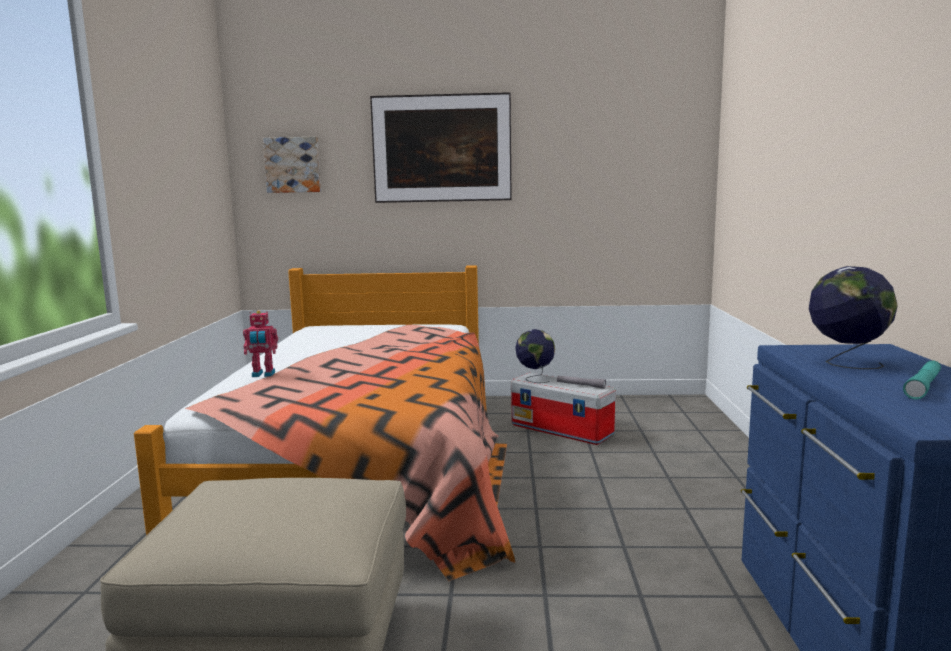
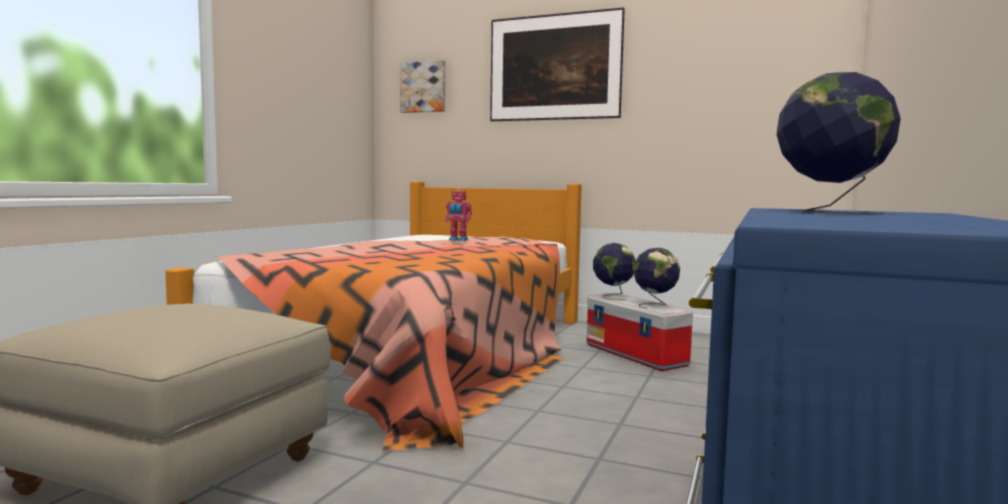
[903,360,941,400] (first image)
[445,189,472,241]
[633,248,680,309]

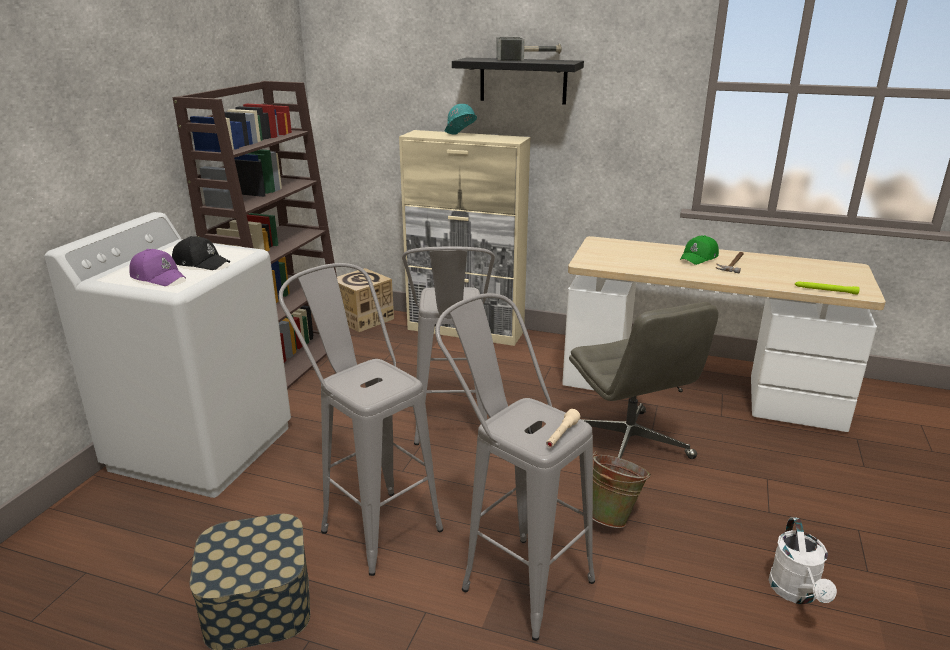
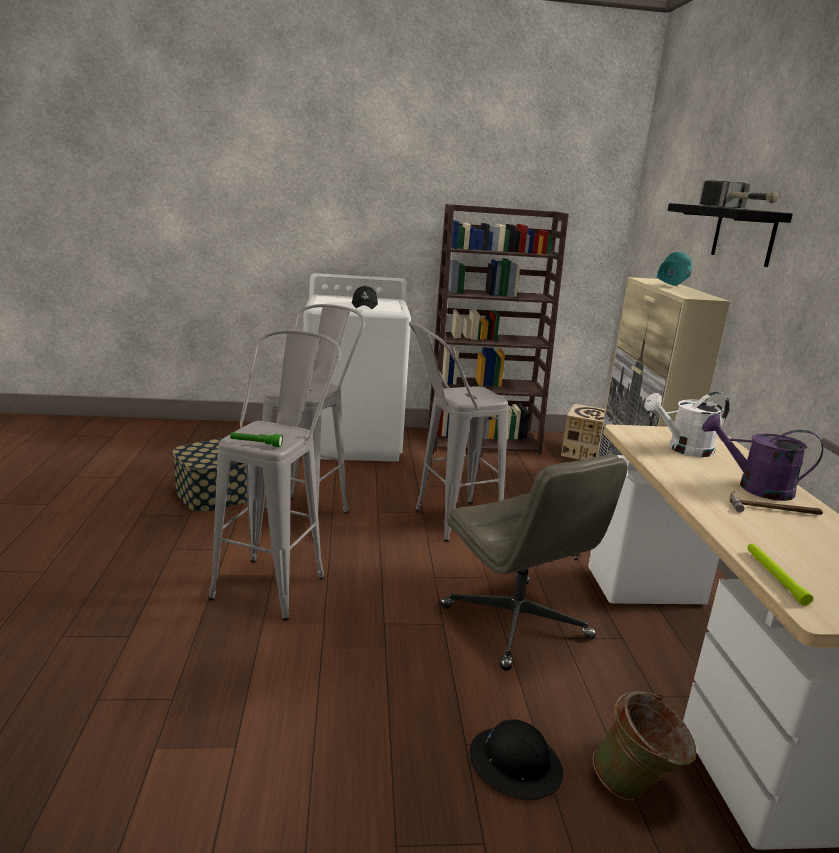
[129,249,186,286] (first image)
[470,719,564,800]
[593,691,696,800]
[644,392,730,457]
[702,414,823,501]
[230,432,283,447]
[440,454,628,671]

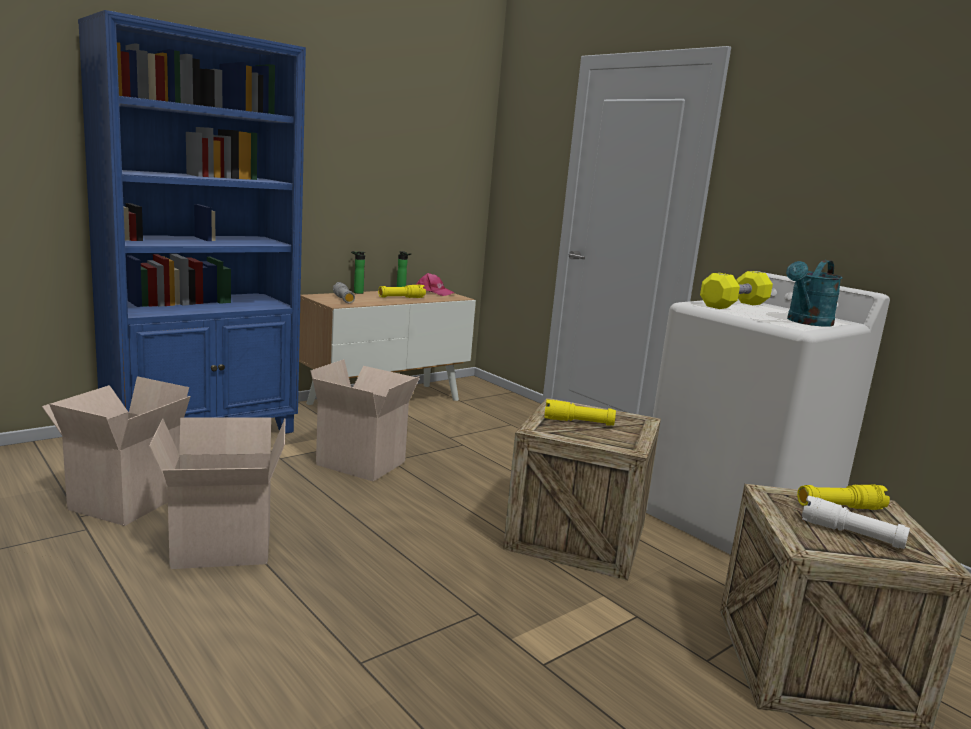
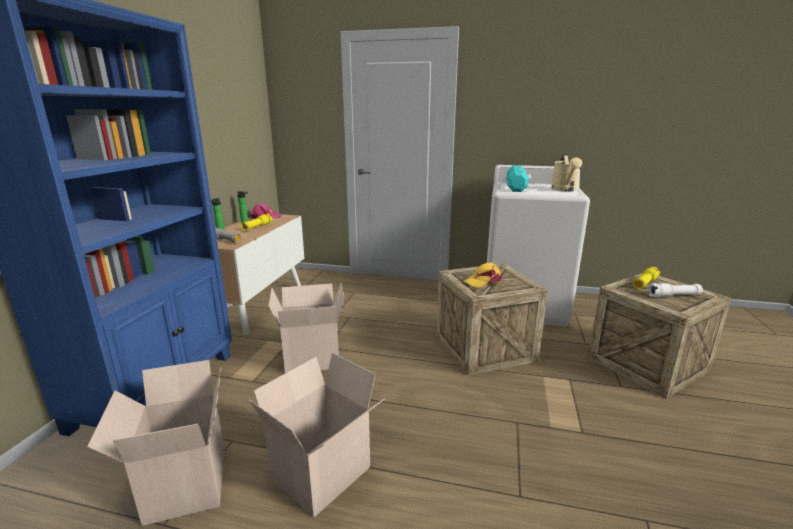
[464,262,501,288]
[506,165,529,192]
[551,154,582,192]

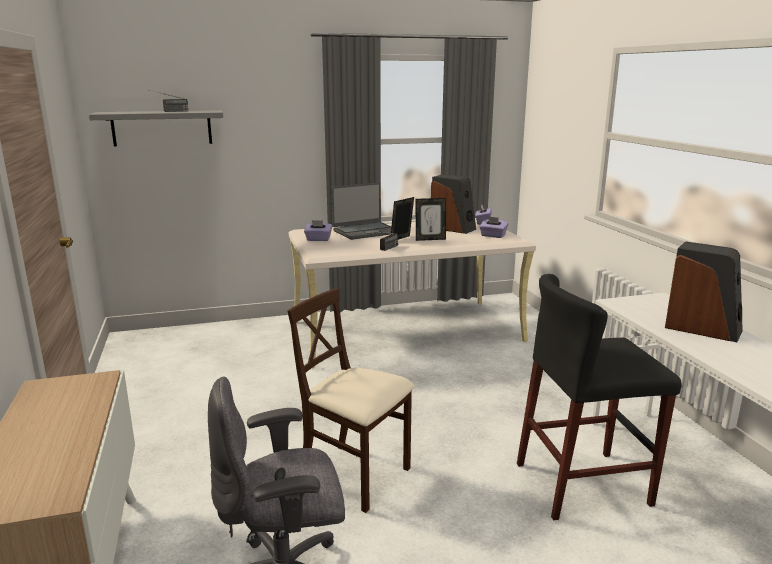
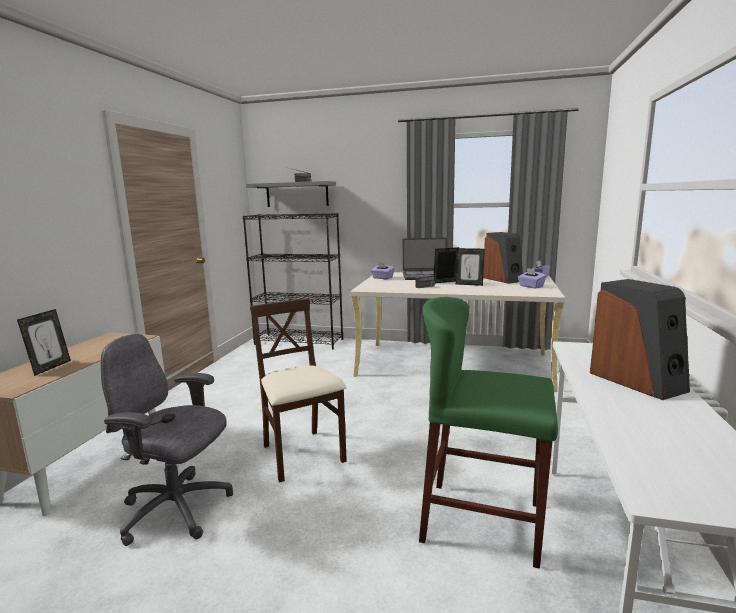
[17,309,71,376]
[243,213,343,349]
[419,297,558,569]

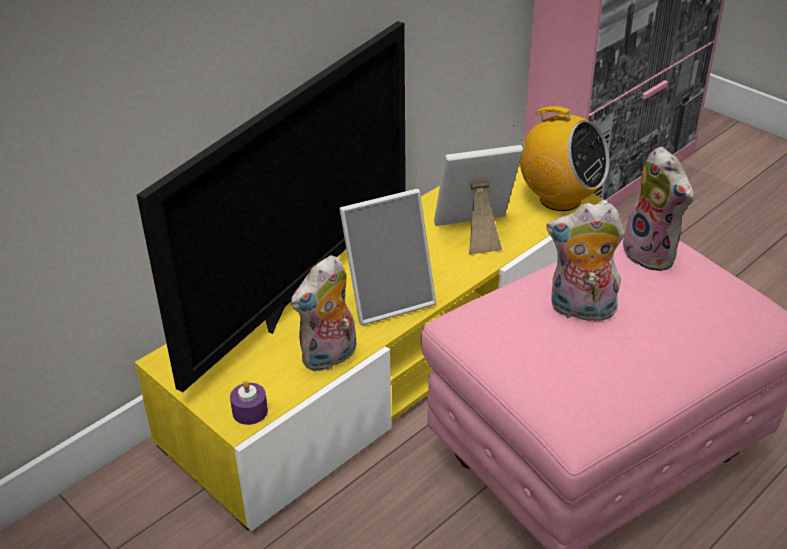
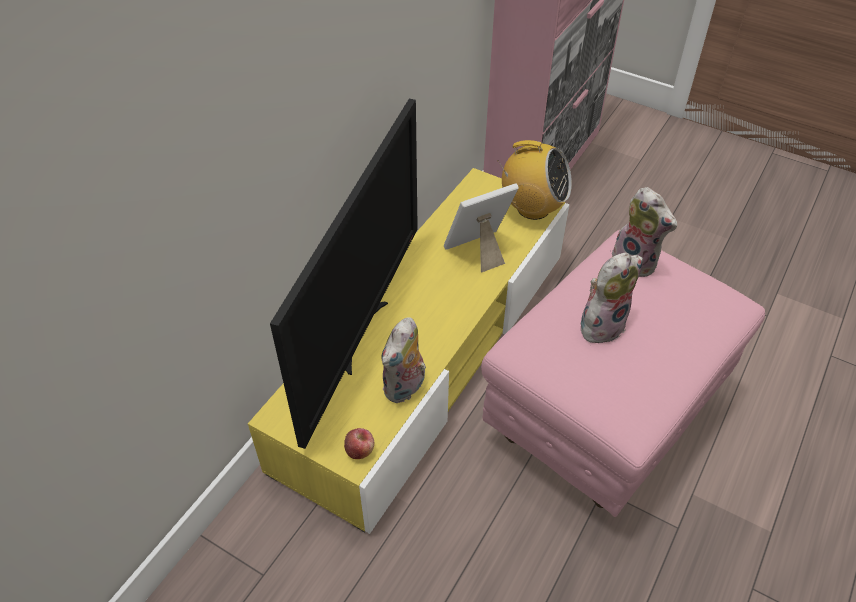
[339,189,436,325] (first image)
[344,428,374,459]
[581,252,643,343]

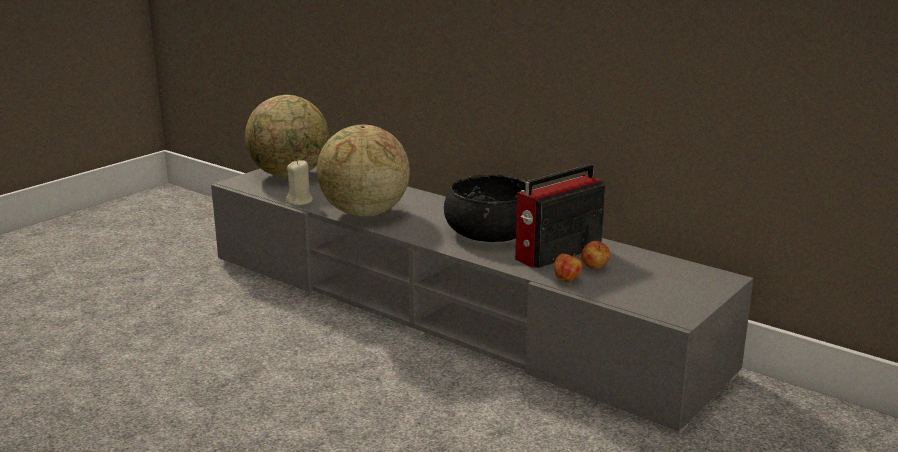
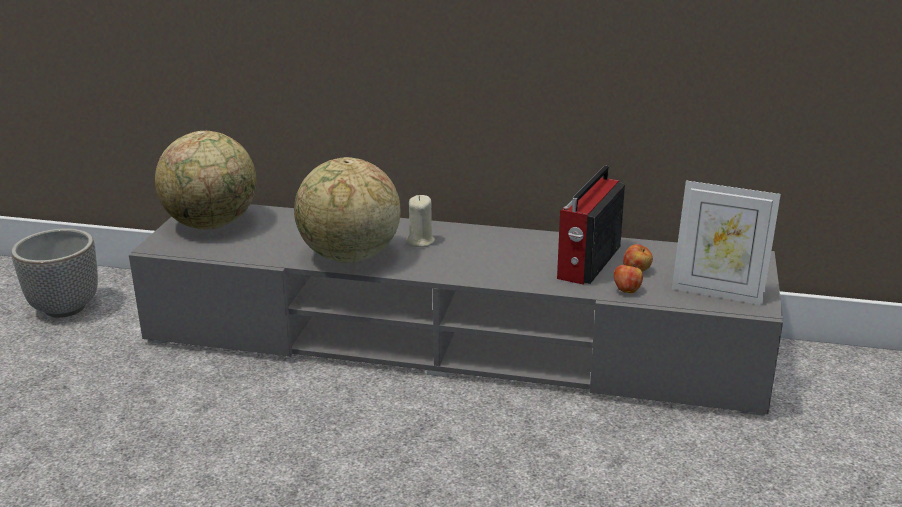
[444,175,534,242] (first image)
[11,228,98,318]
[672,181,781,305]
[406,195,435,247]

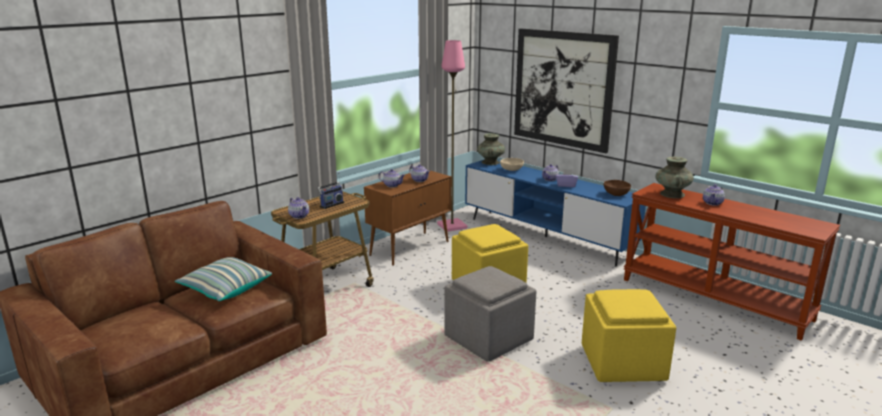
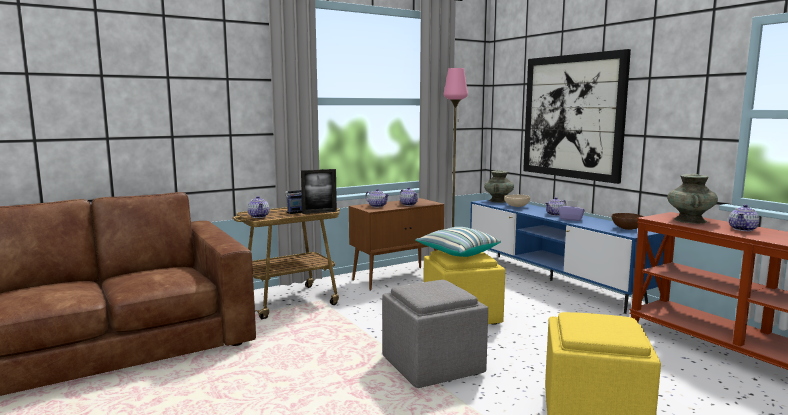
[301,169,337,214]
[415,227,501,257]

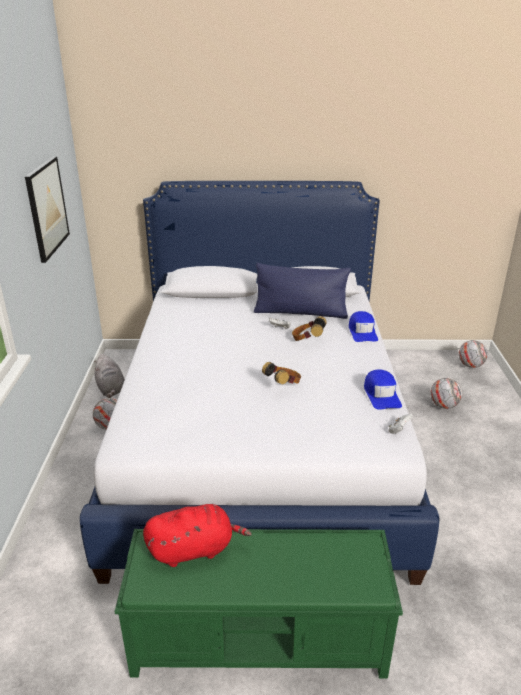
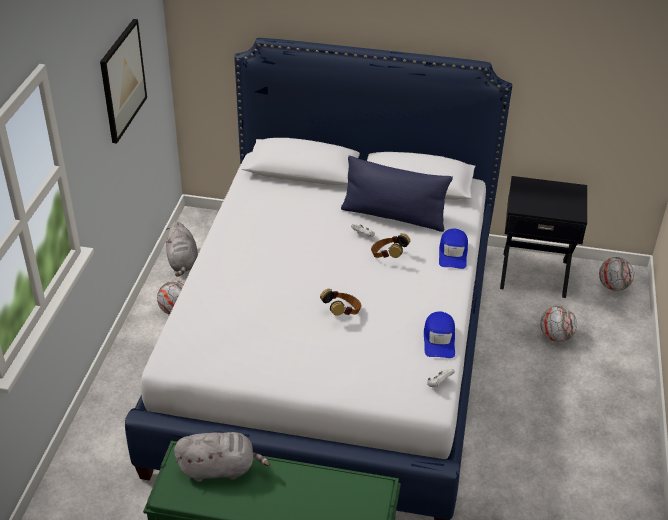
[500,176,587,298]
[174,432,270,482]

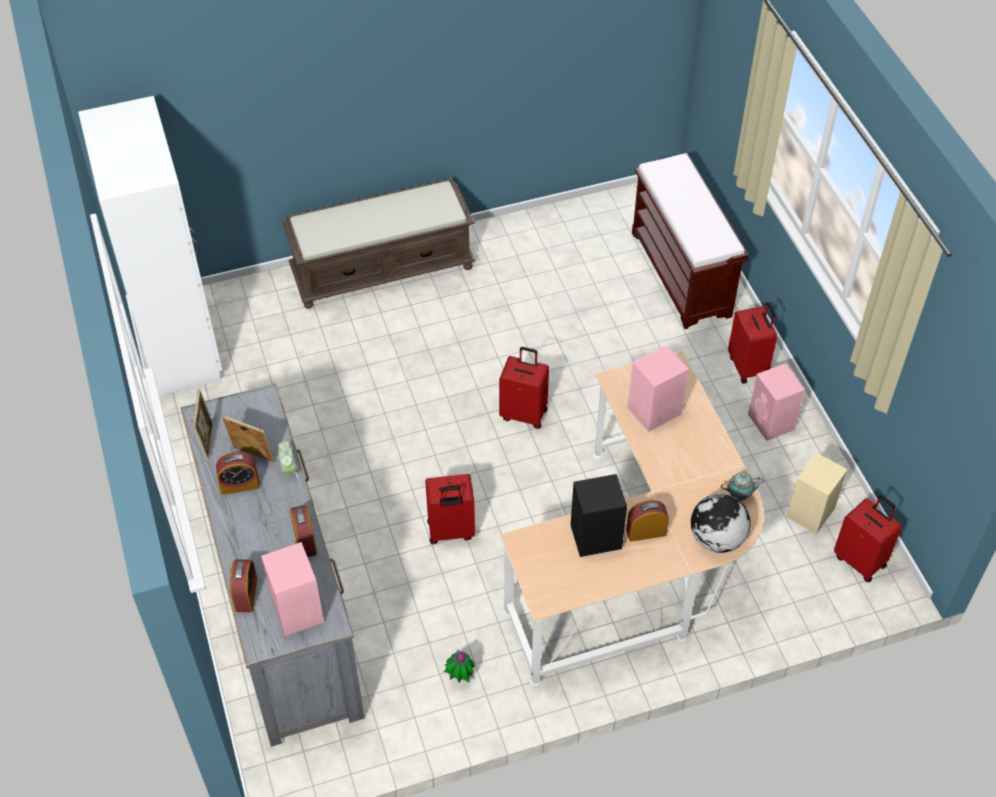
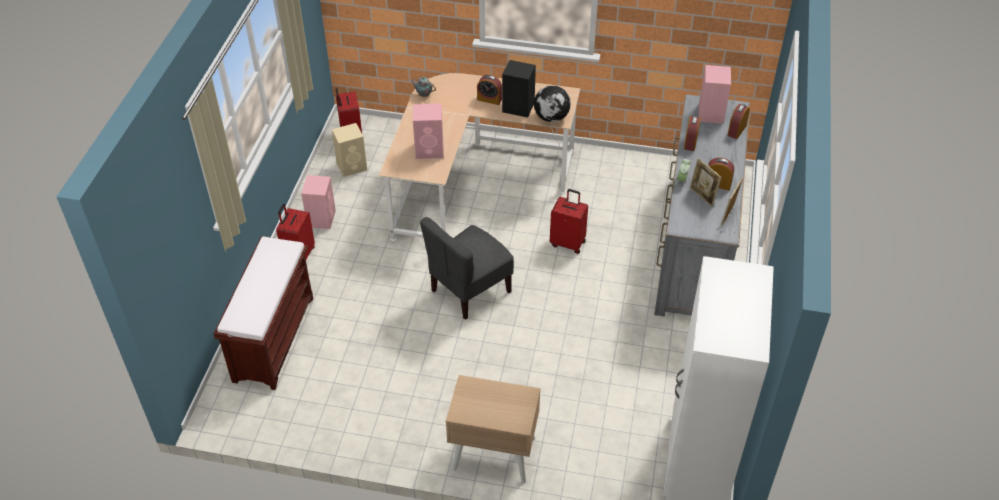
[444,649,474,683] (first image)
[534,85,571,122]
[446,375,541,483]
[420,217,514,320]

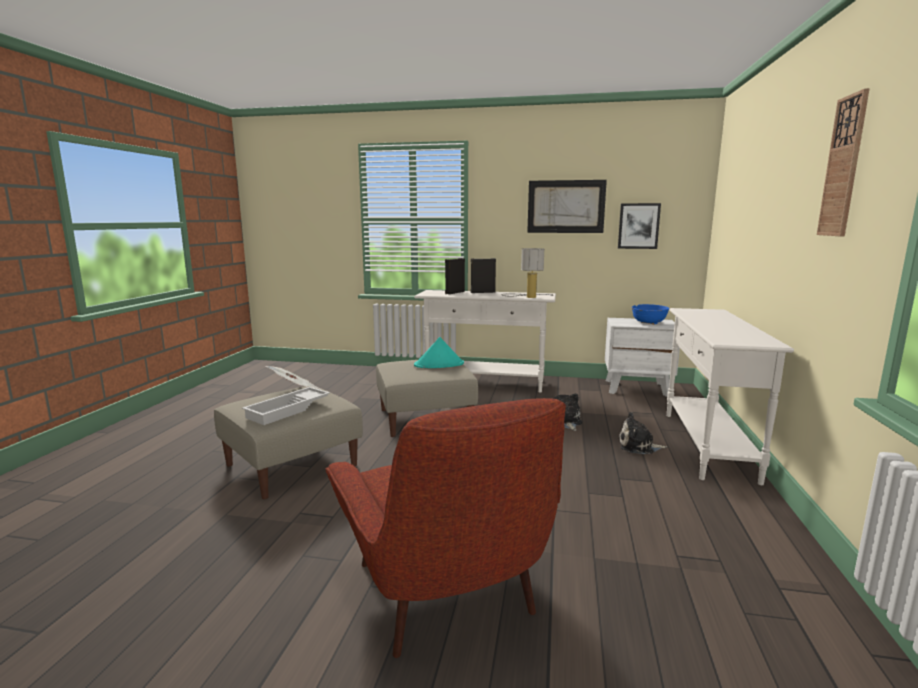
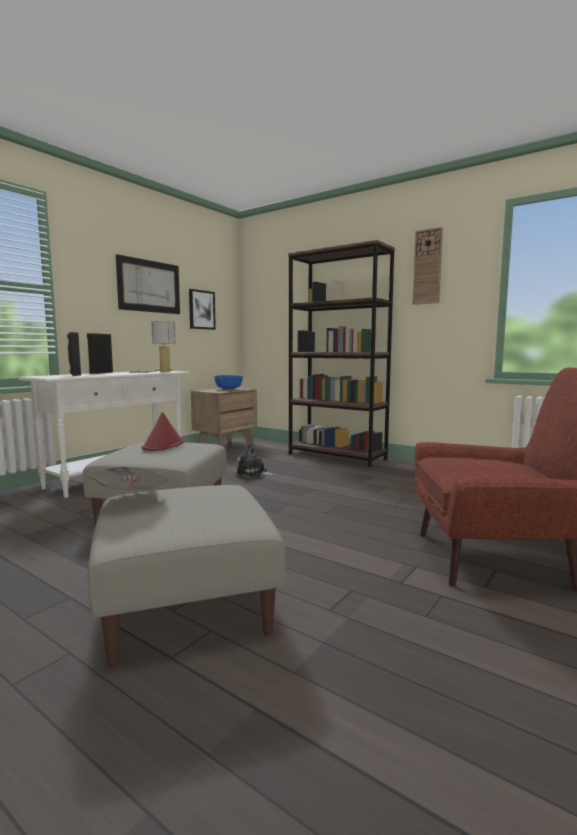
[242,387,330,425] (first image)
[619,412,667,454] (first image)
[288,240,395,467]
[142,412,184,451]
[191,388,257,447]

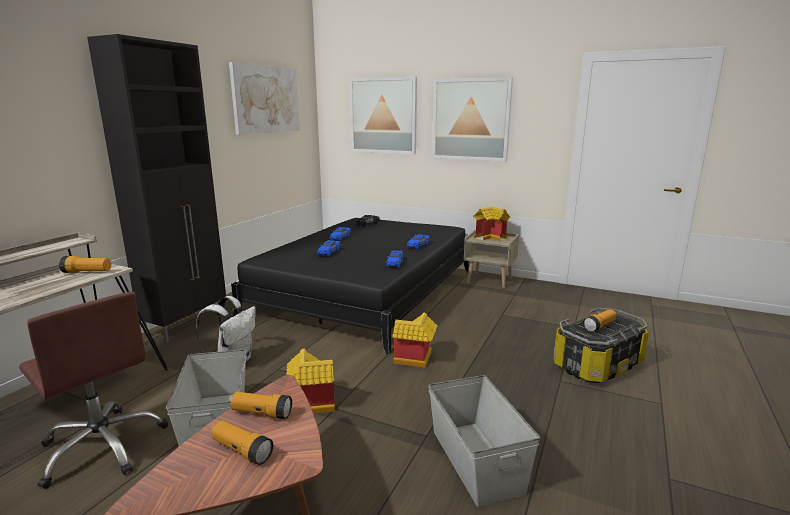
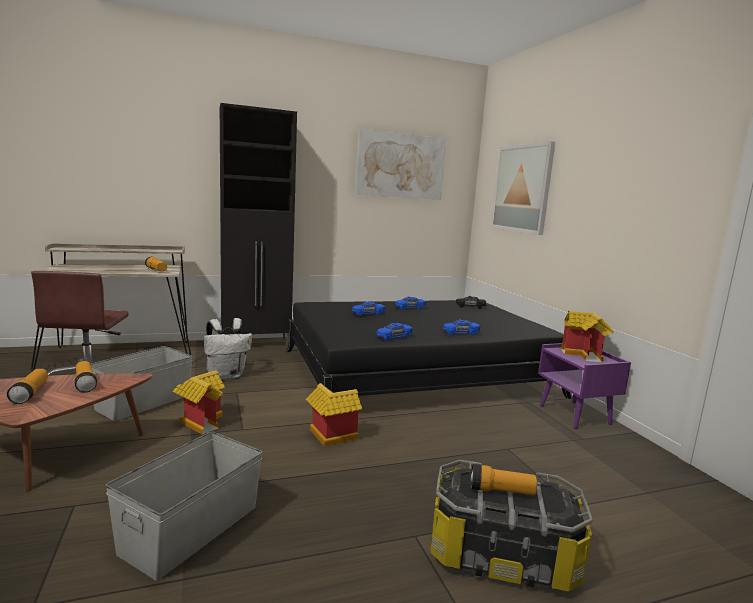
[432,77,513,161] (first image)
[538,343,631,429]

